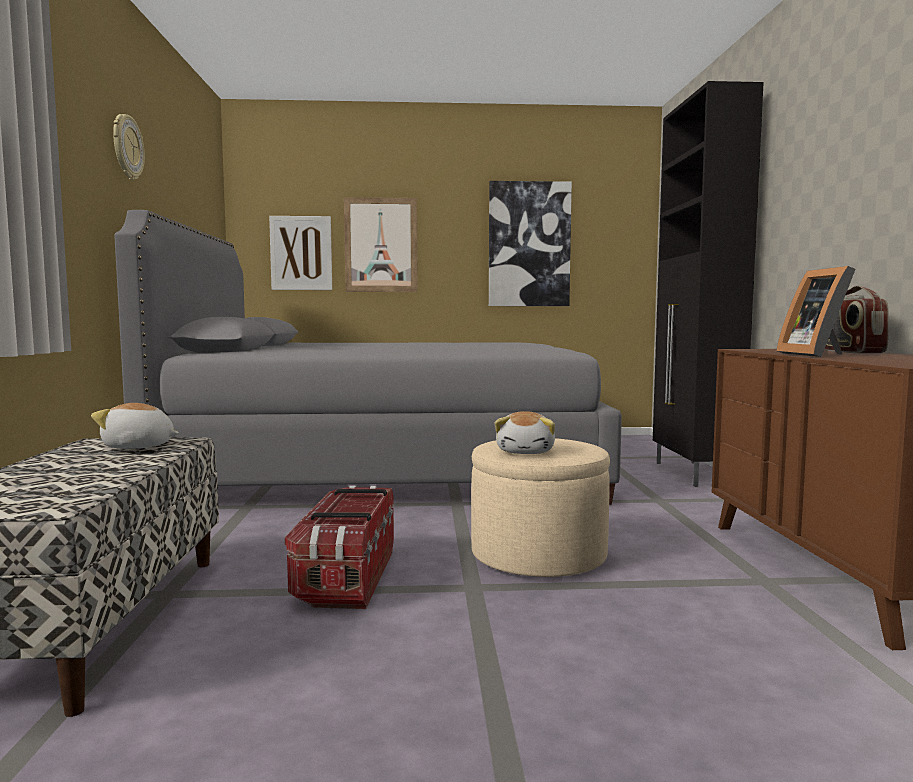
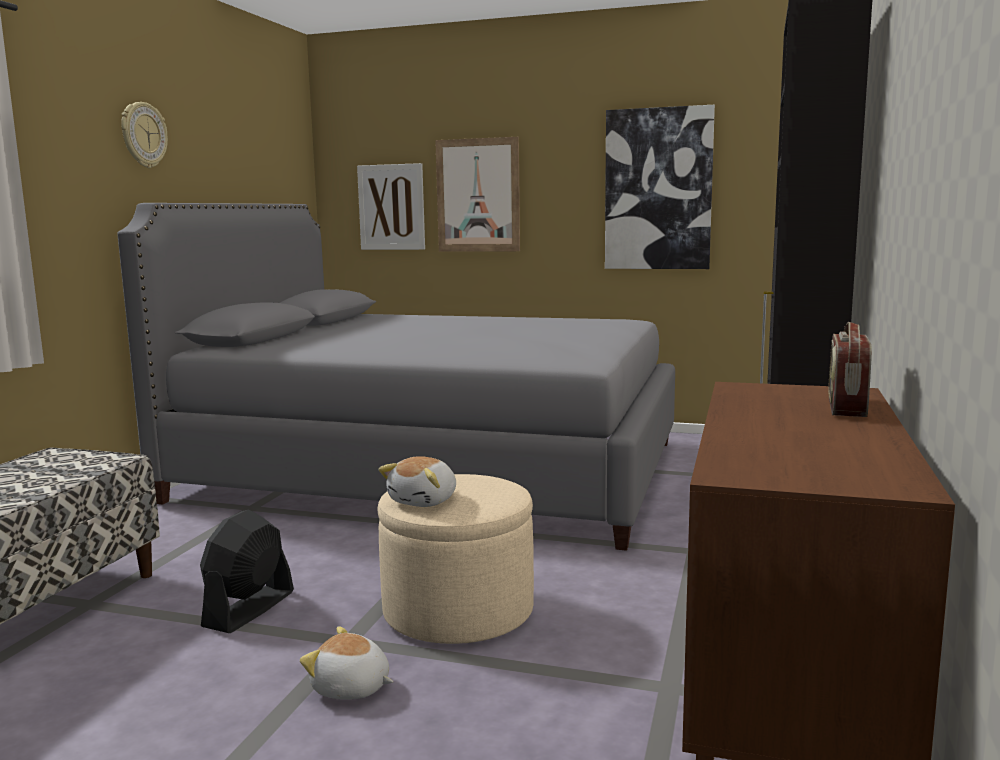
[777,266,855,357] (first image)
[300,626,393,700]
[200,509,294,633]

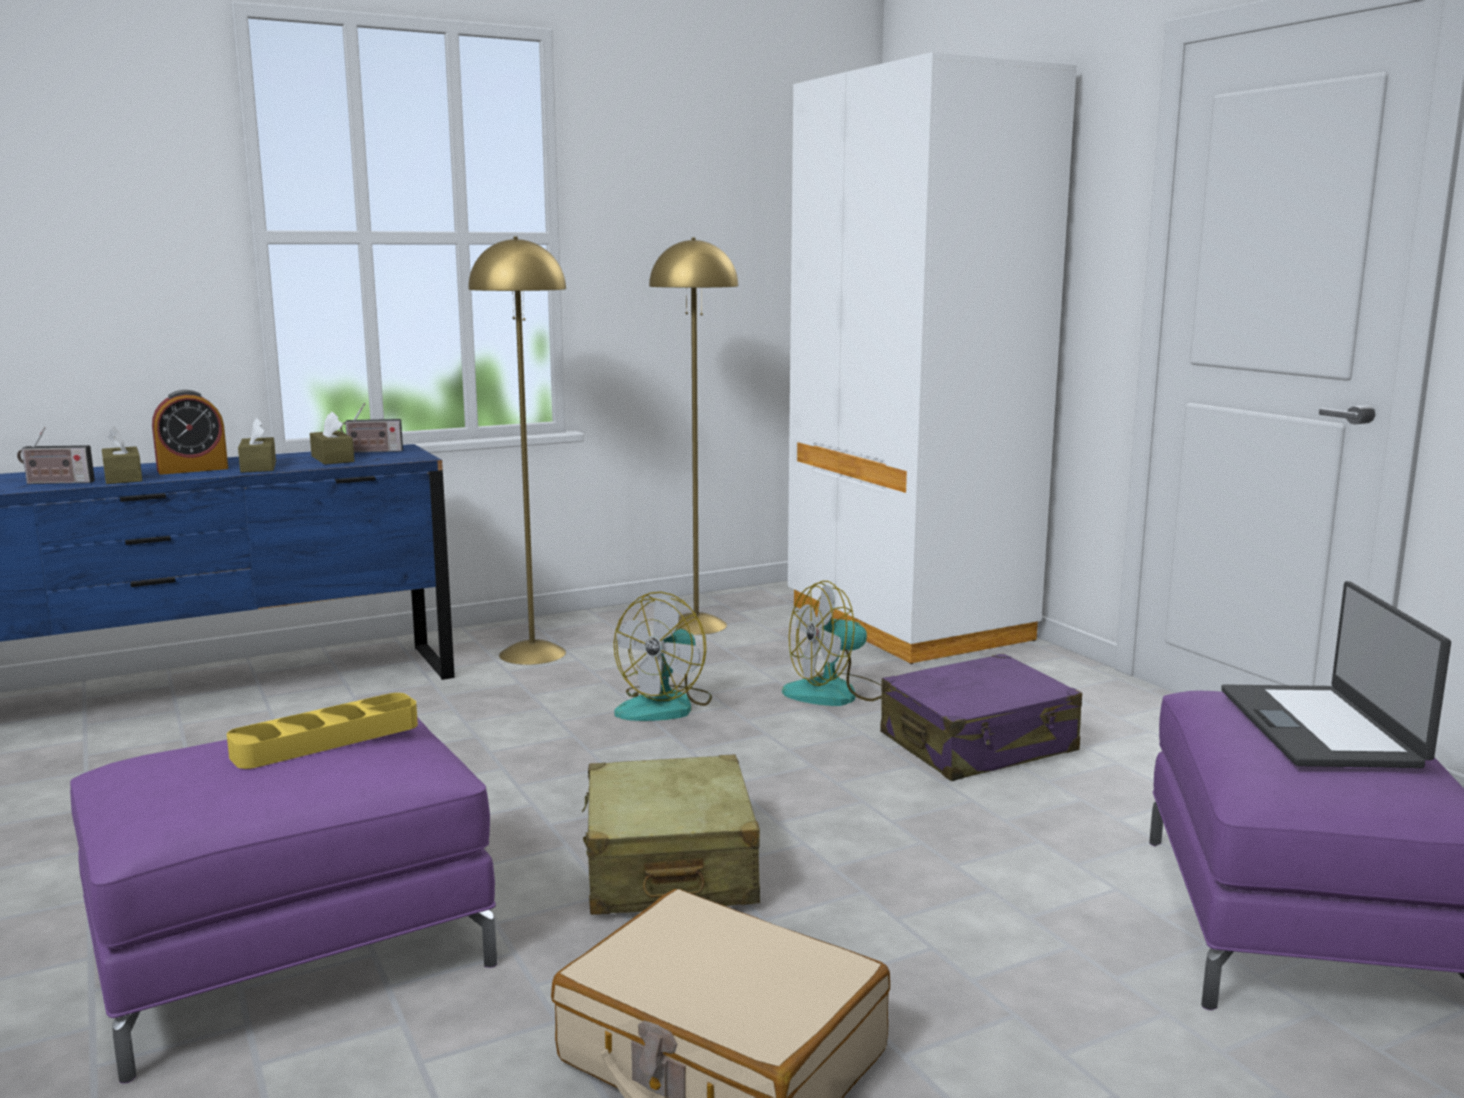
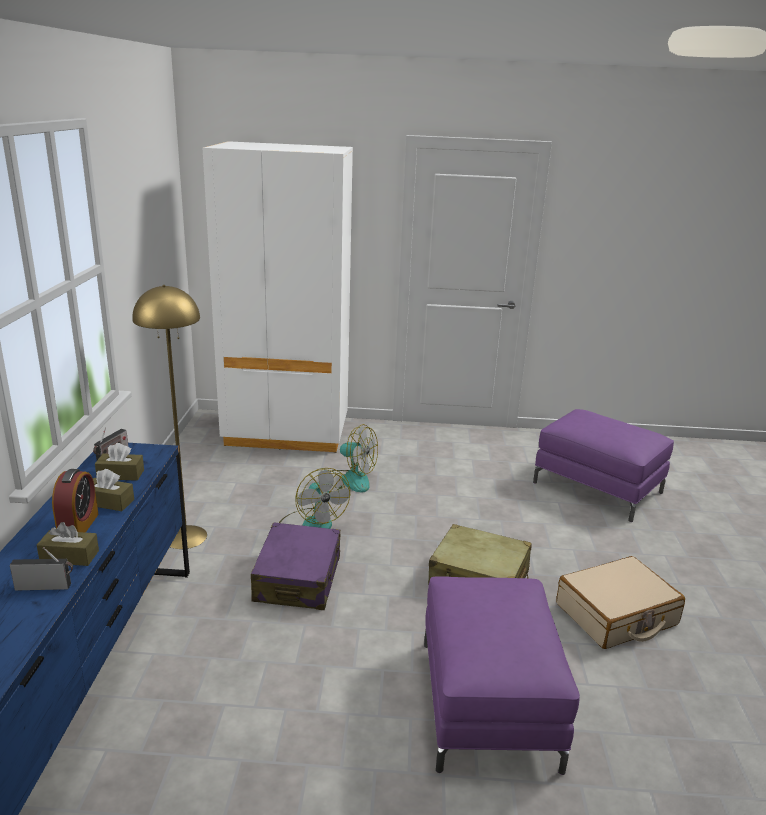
[227,693,418,769] (first image)
[649,237,738,635] (first image)
[1221,581,1451,768] (first image)
[251,523,340,610]
[10,547,73,591]
[329,424,378,492]

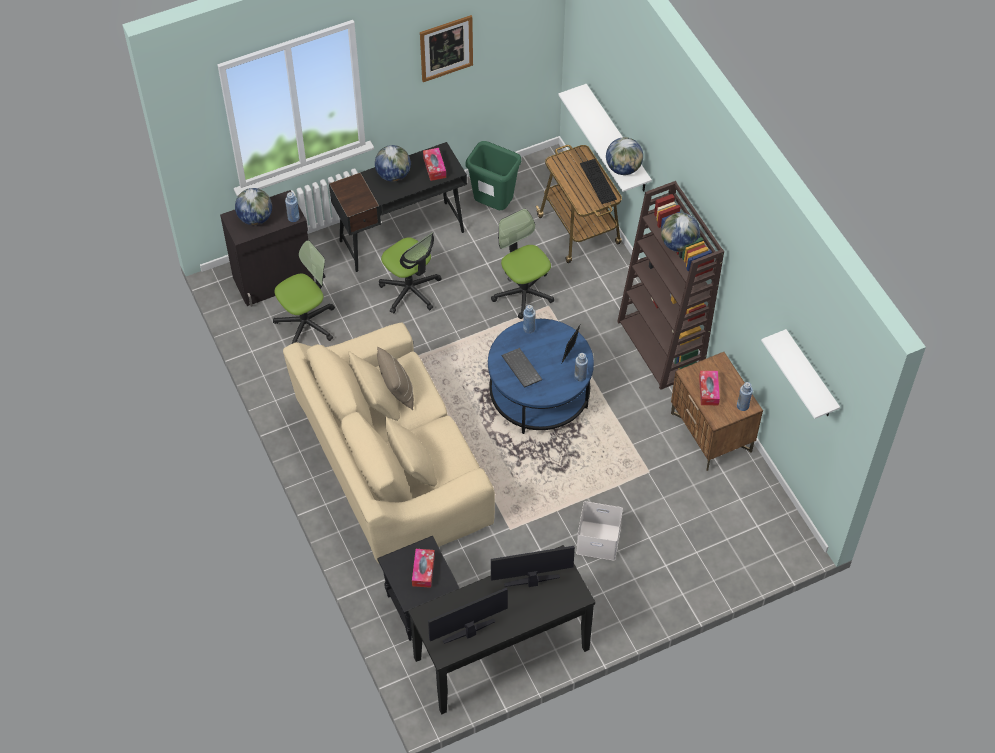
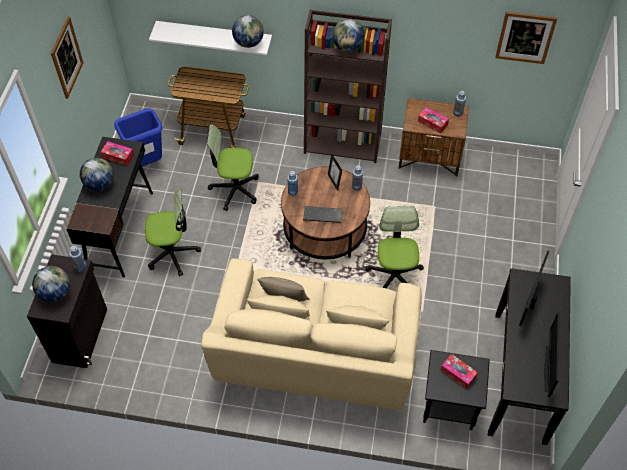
[576,501,623,561] (first image)
[580,159,617,204] (first image)
[365,206,424,288]
[495,12,557,64]
[114,108,163,167]
[281,166,370,259]

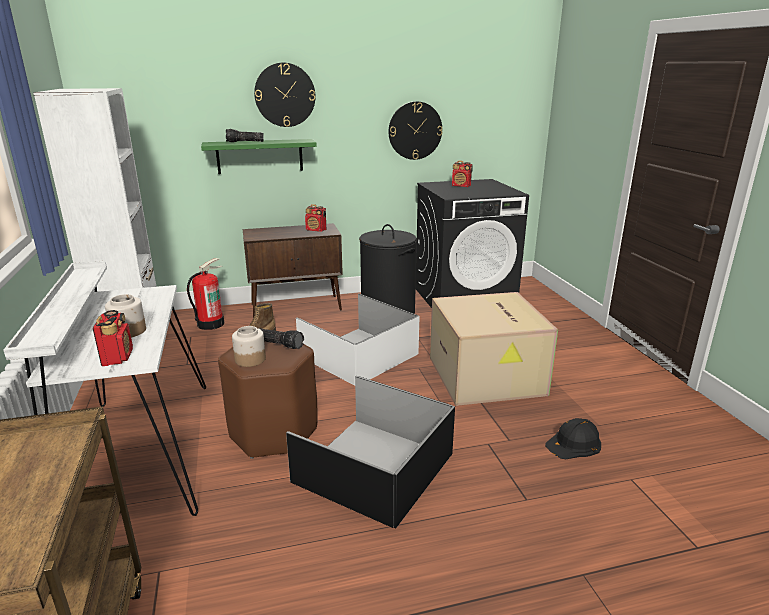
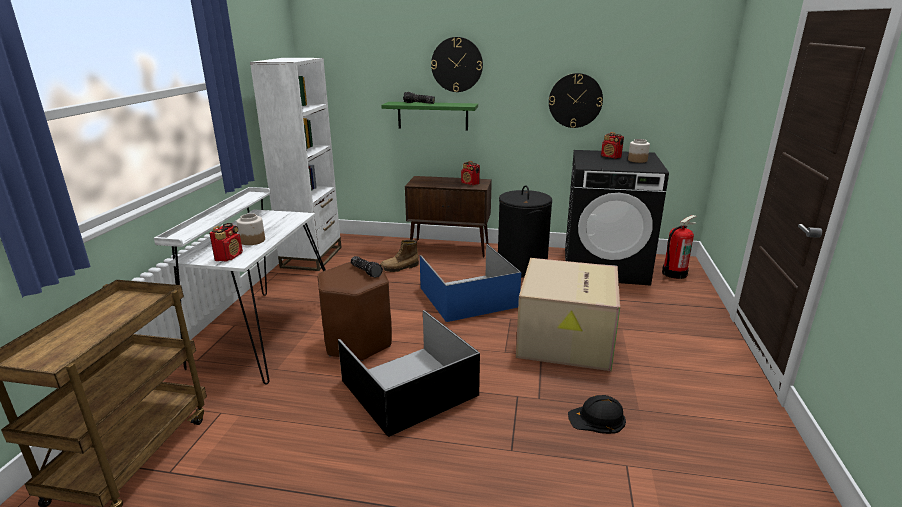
[662,215,697,279]
[628,139,650,163]
[420,244,521,322]

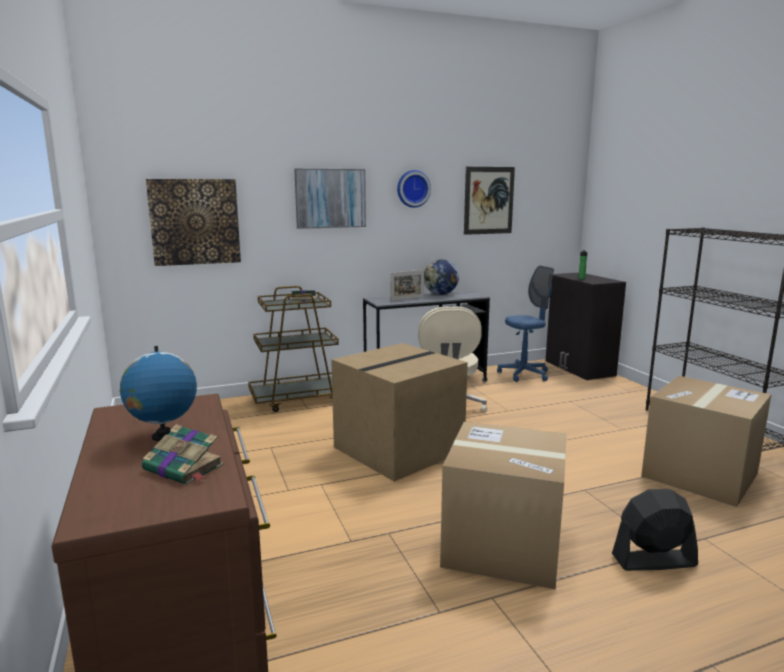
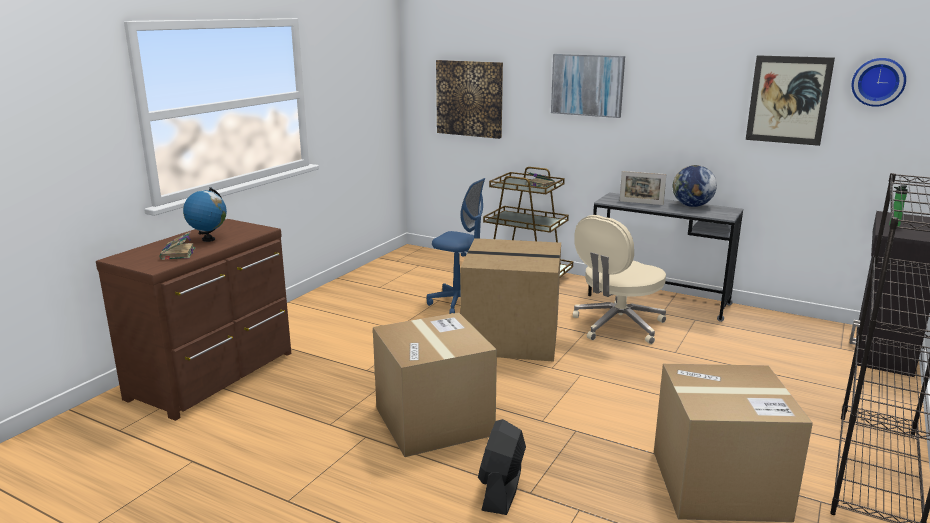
[852,58,906,107]
[427,178,485,314]
[478,419,526,515]

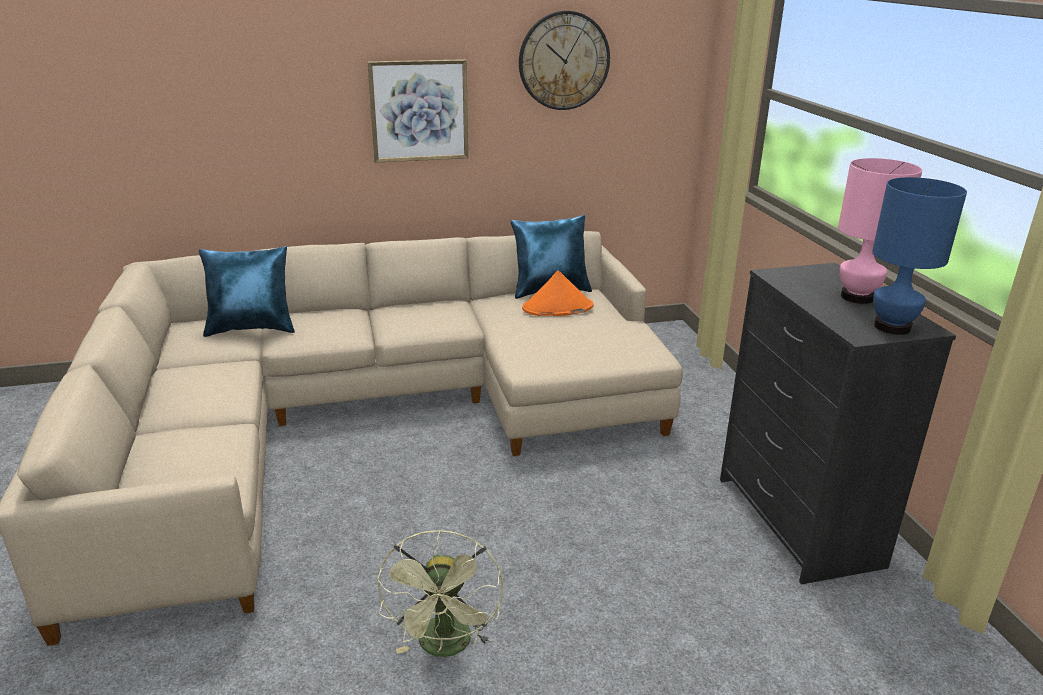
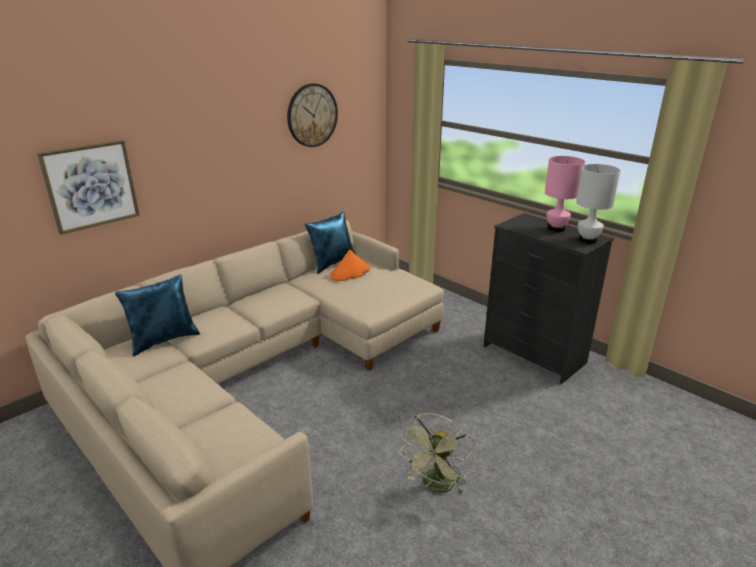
[37,140,140,235]
[576,164,620,244]
[398,413,473,494]

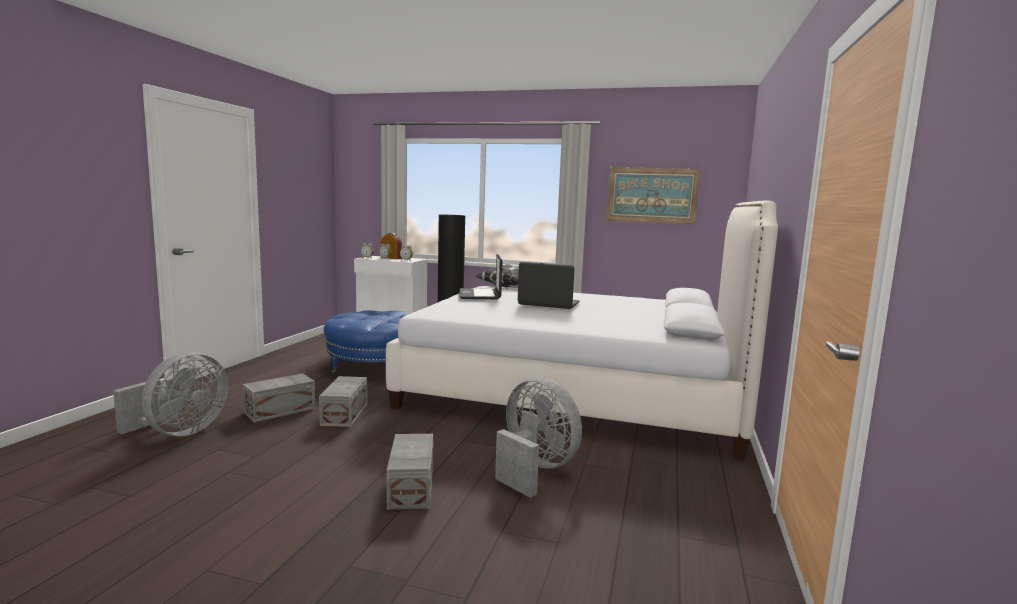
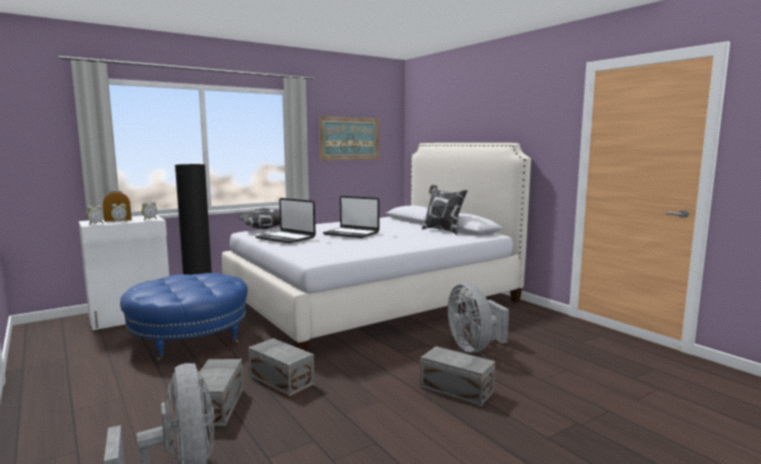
[422,185,468,234]
[448,283,509,353]
[323,196,379,238]

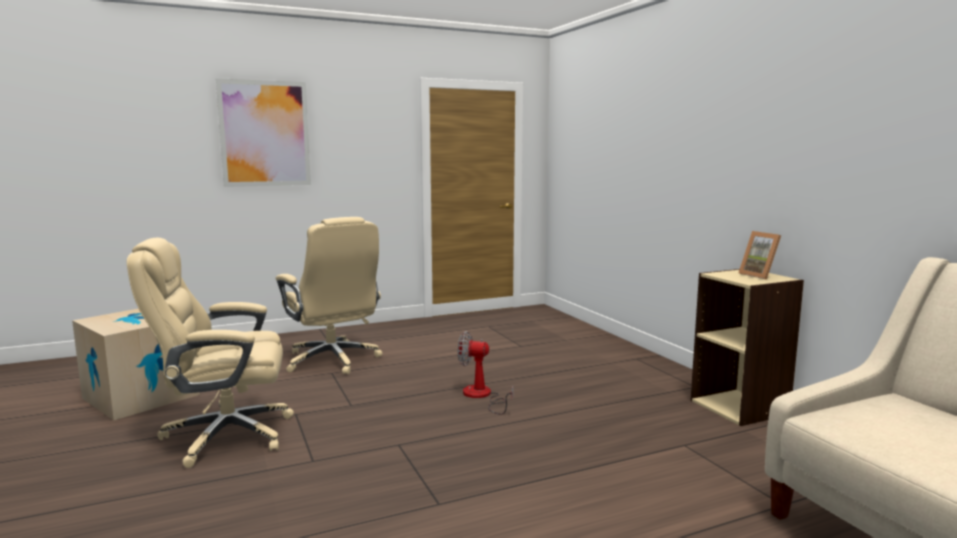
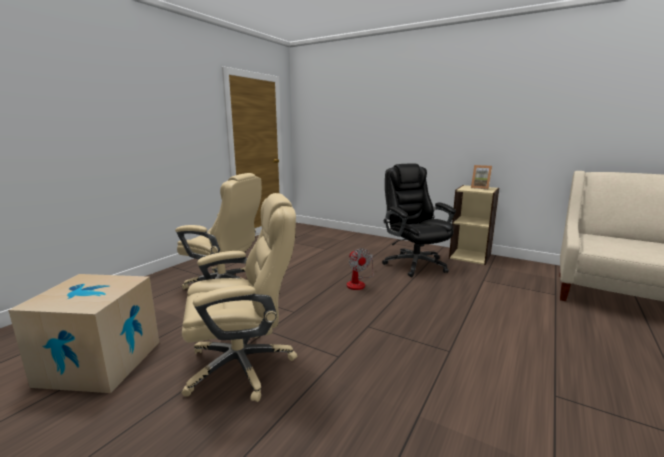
[216,78,311,187] (first image)
[382,163,456,277]
[182,193,297,402]
[347,248,374,290]

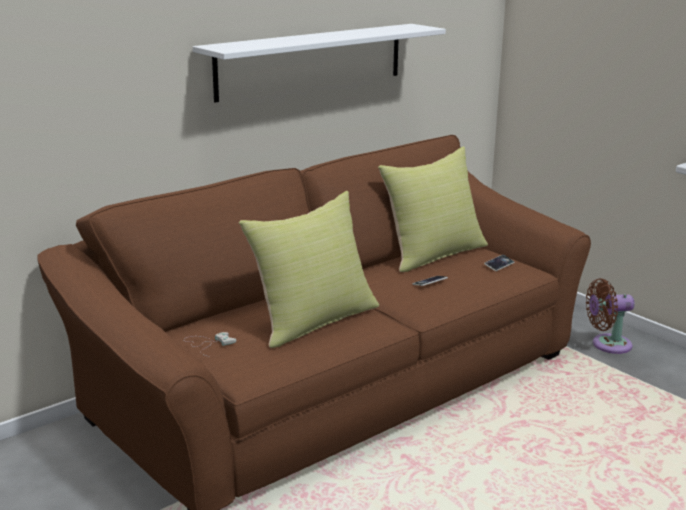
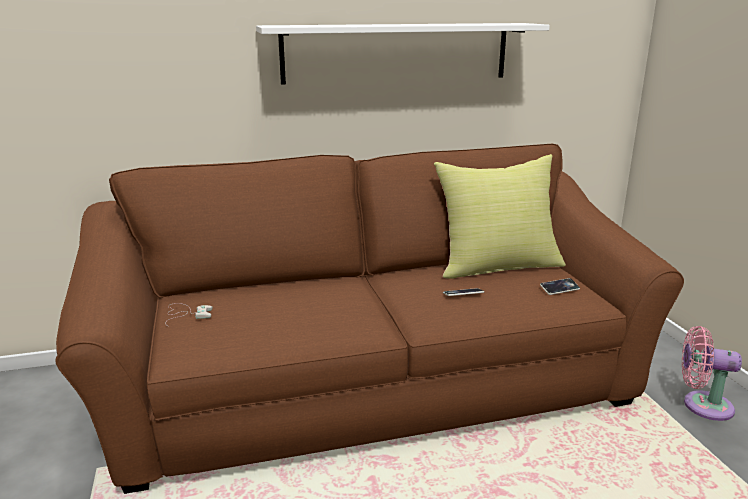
[239,191,379,348] (first image)
[682,326,742,421]

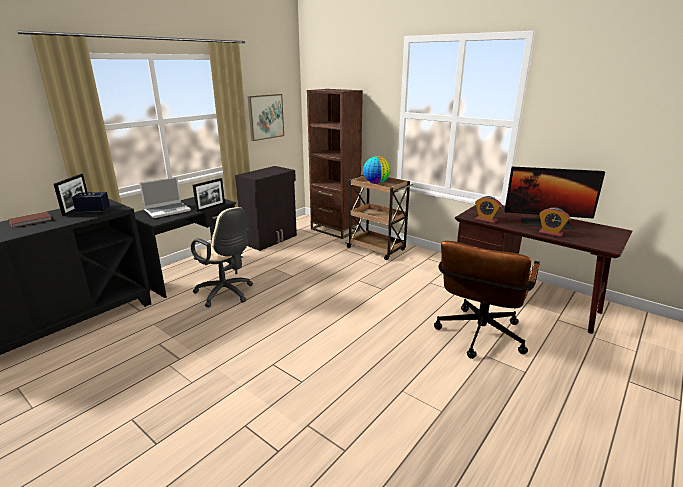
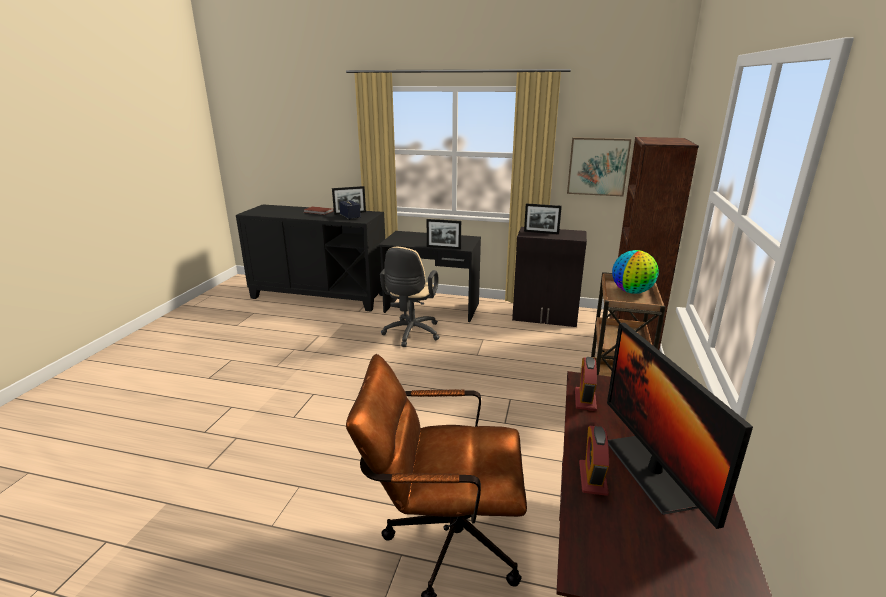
[139,177,191,218] (first image)
[524,203,562,234]

